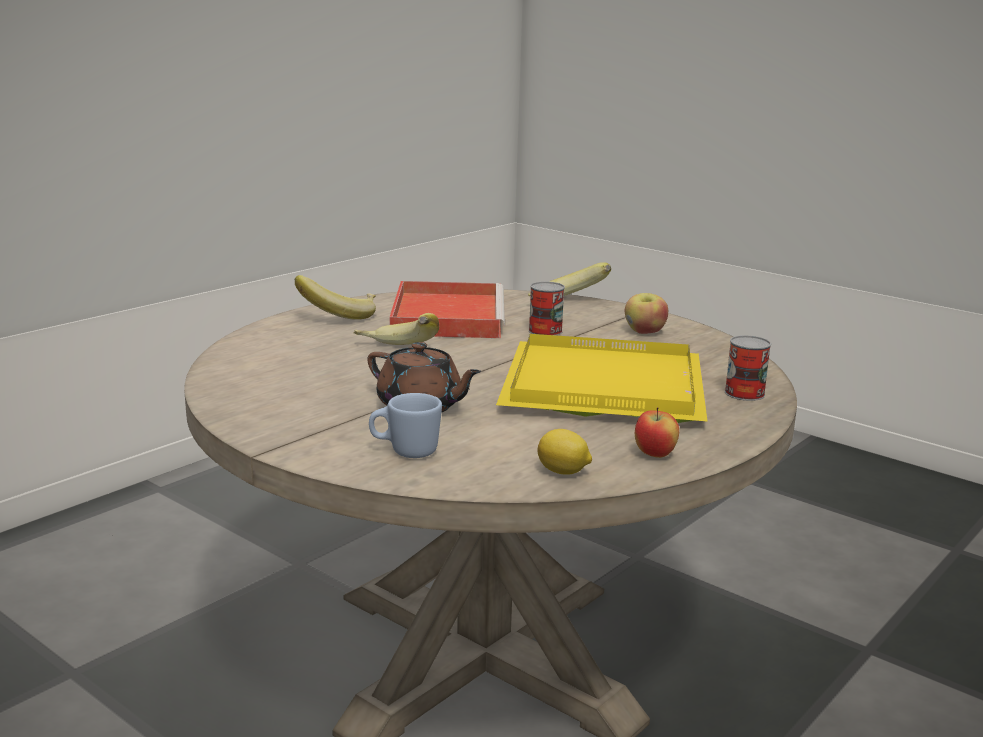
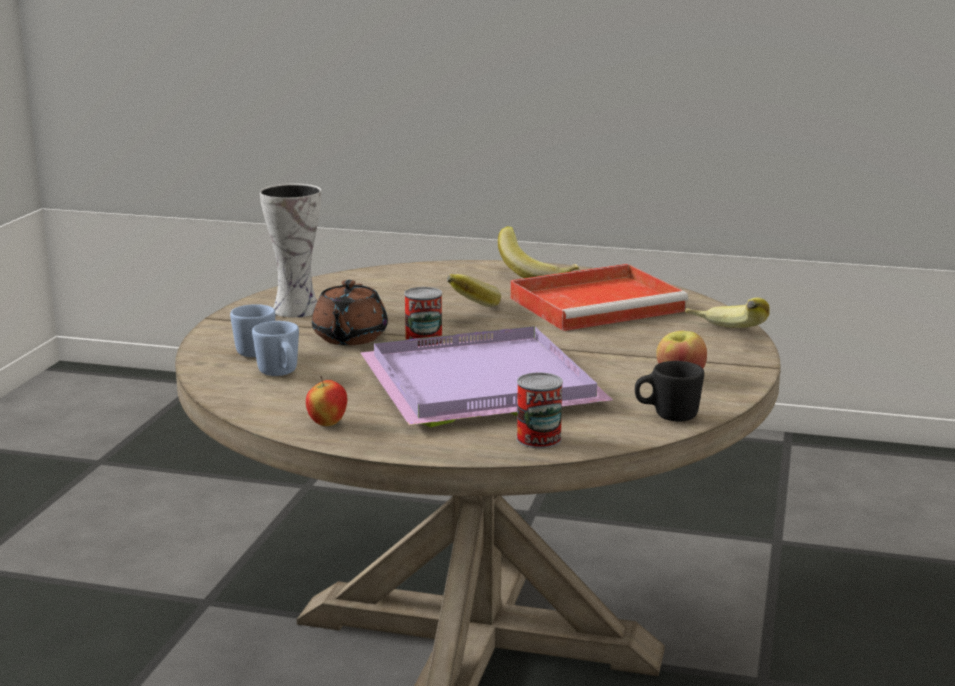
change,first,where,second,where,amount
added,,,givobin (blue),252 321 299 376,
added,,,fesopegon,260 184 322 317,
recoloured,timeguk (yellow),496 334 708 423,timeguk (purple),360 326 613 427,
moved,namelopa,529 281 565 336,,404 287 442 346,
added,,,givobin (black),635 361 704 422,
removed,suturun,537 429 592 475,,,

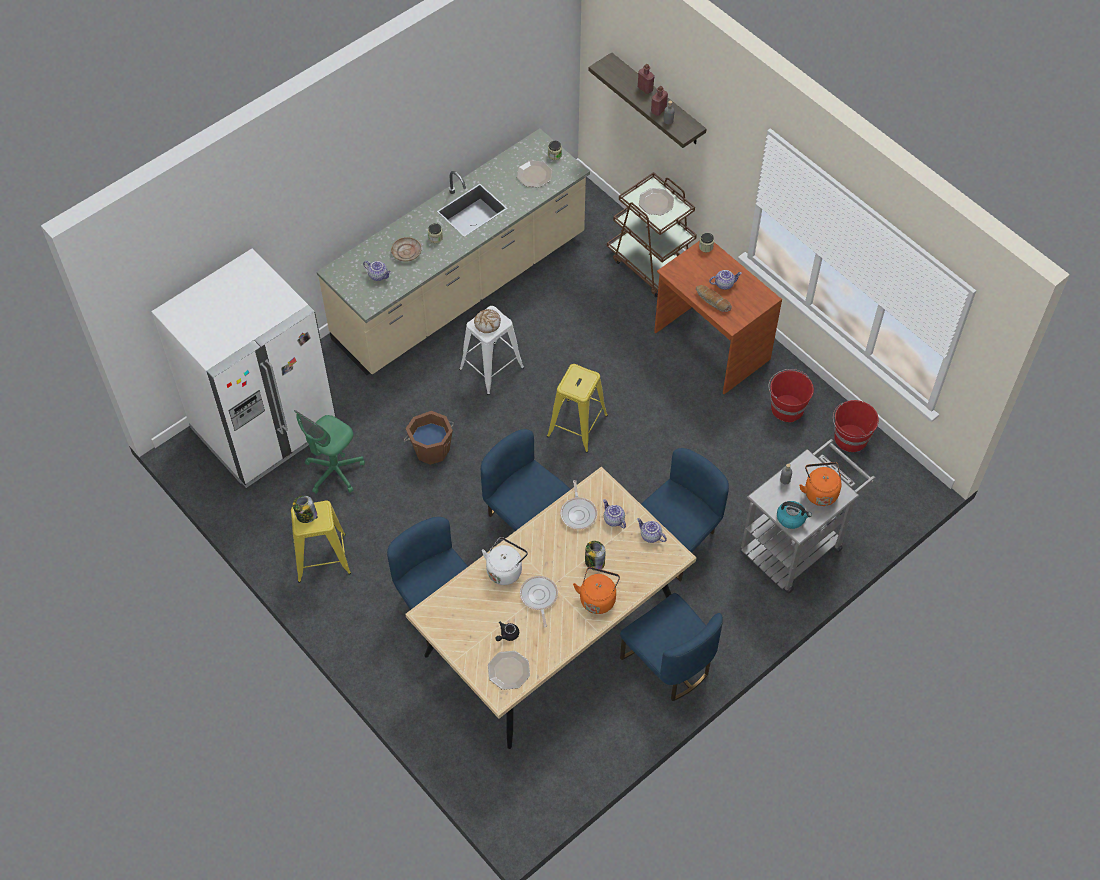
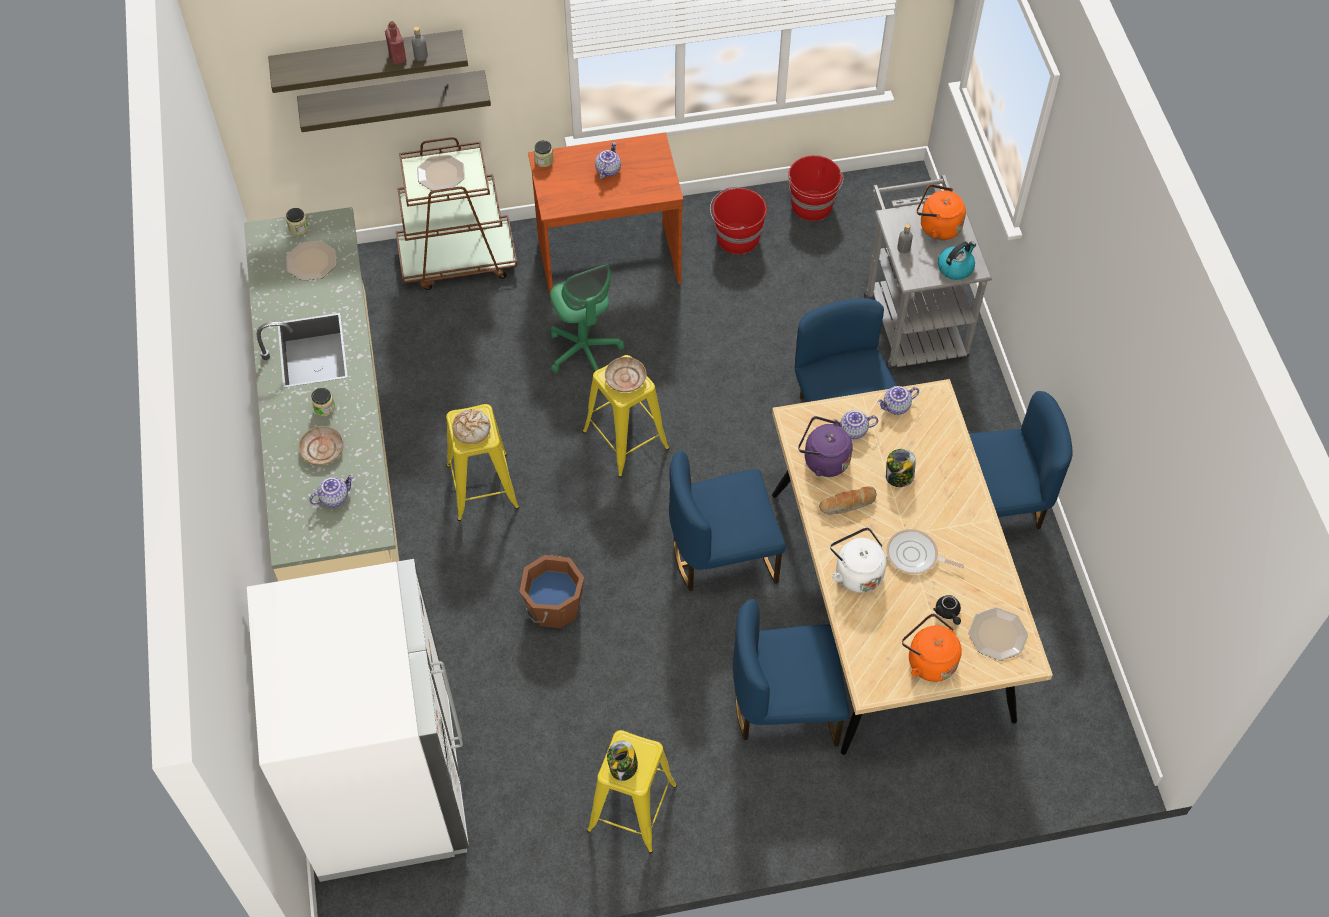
change,first,where,second,where,amount
added,,,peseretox,297 70 491 132,
recoloured,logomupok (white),459 306 524 395,logomupok (yellow),446 404 519 521,
moved,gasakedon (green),294 410 365 494,,550 264 624 373,
added,,,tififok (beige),605 357 647 392,
replaced,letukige,560 480 597 530,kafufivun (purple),798 416 853 477,
moved,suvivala,696 285 732 312,,819 487 877 515,
moved,kafufivun (orange),573 567 620 614,,902 614 962 682,
removed,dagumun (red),638 64 655 94,,,

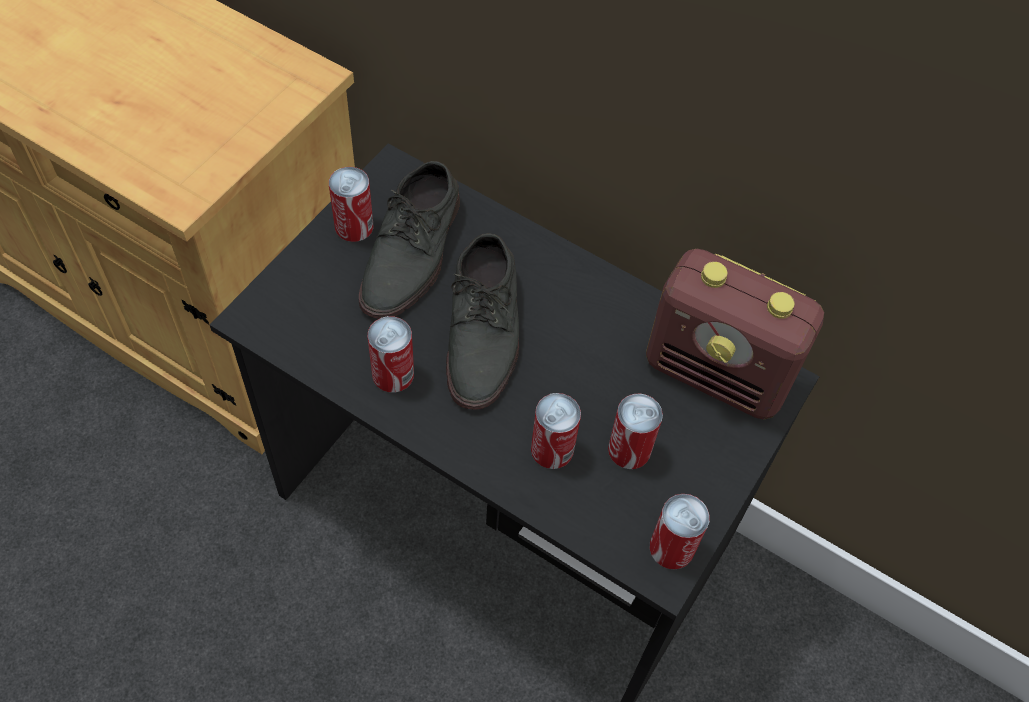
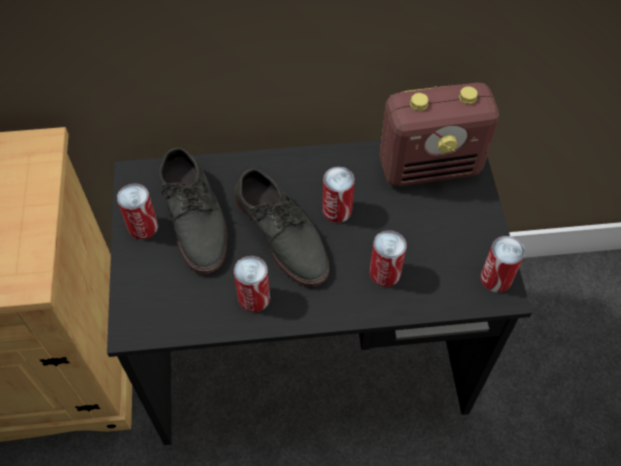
change,first,where,second,where,amount
moved,namelopa,608 394 663 469,,322 167 355 223,

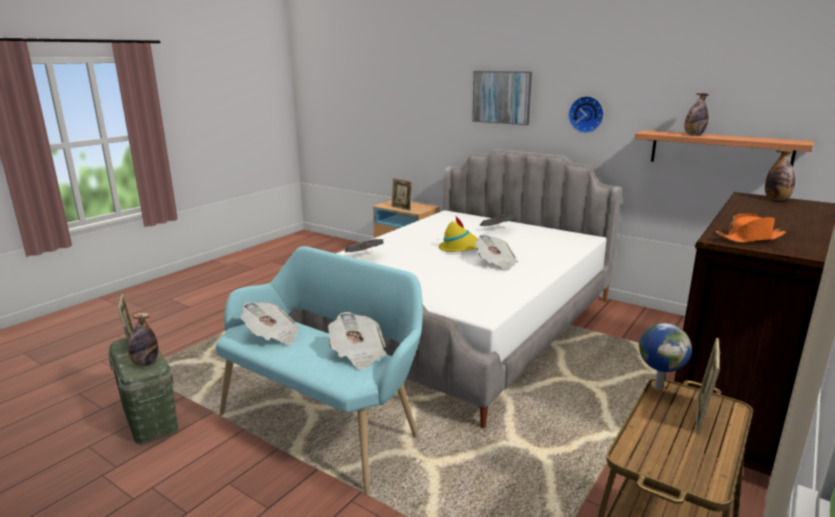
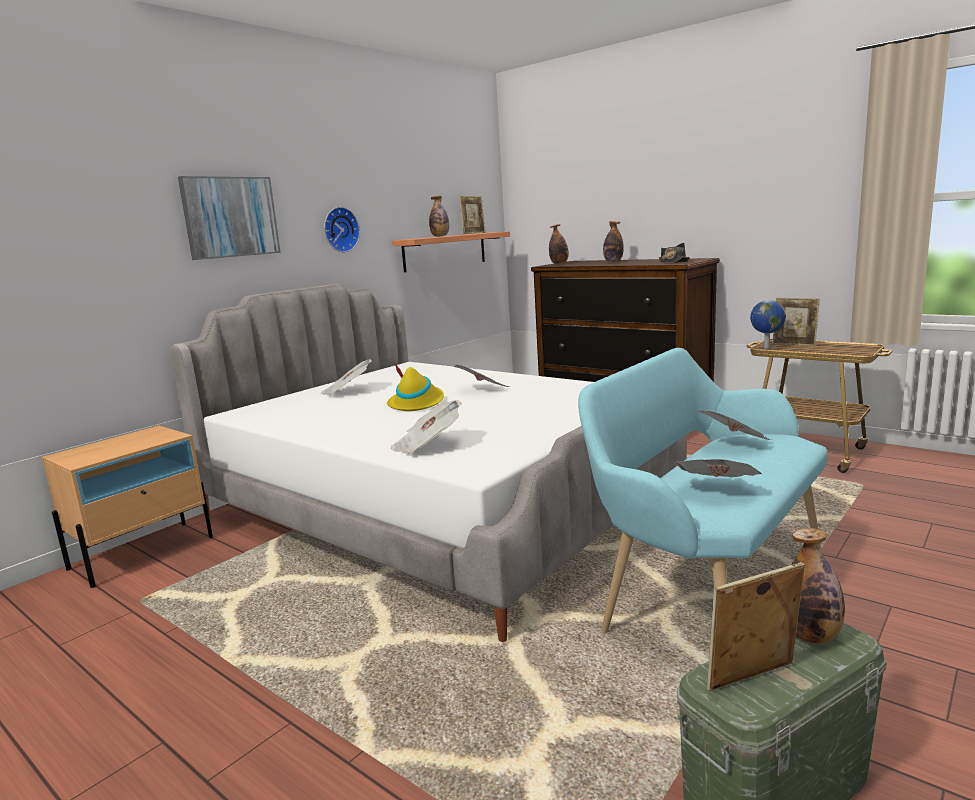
change,first,where,second,where,amount
moved,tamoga,391 178 413 211,,459 196 486 234,
added,,,dagumun,603 221 624 262,
recoloured,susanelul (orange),716 214 786 243,susanelul (black),659 243 690 263,

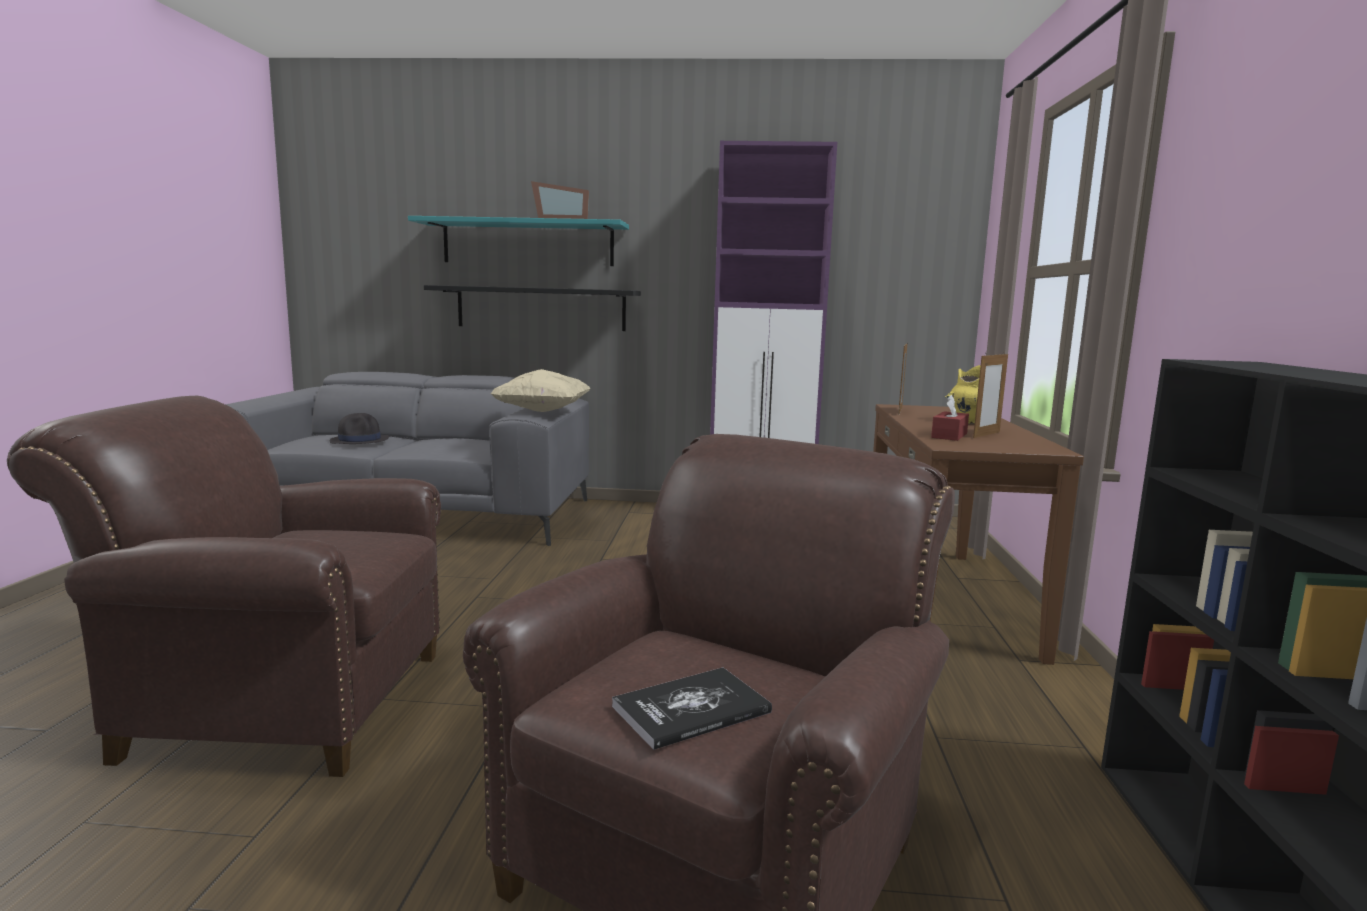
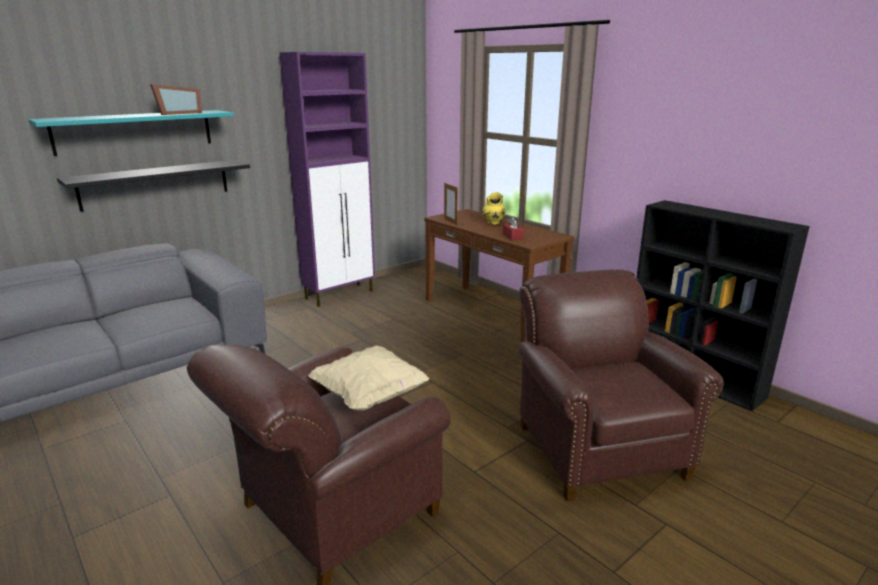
change,first,where,second,where,amount
moved,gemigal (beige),490 369 591 412,,308 346 429 411,
removed,susanelul (black),330 413 389 444,,,
removed,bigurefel,612 667 772 750,,,

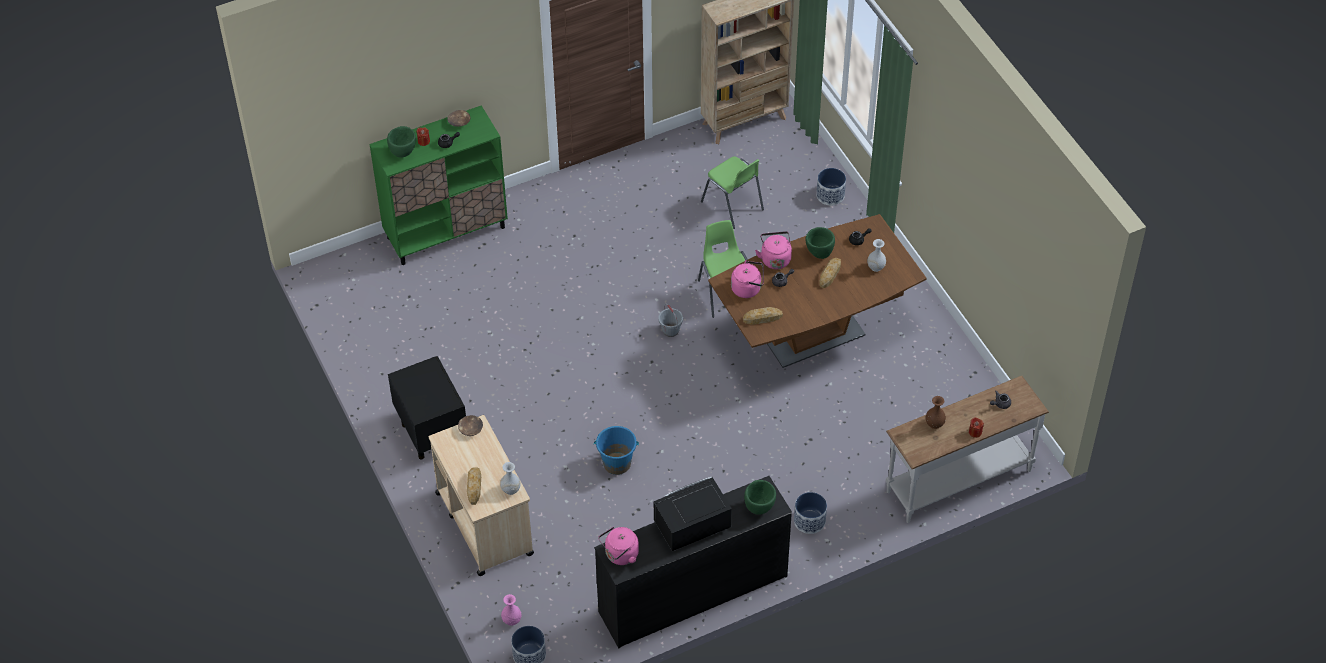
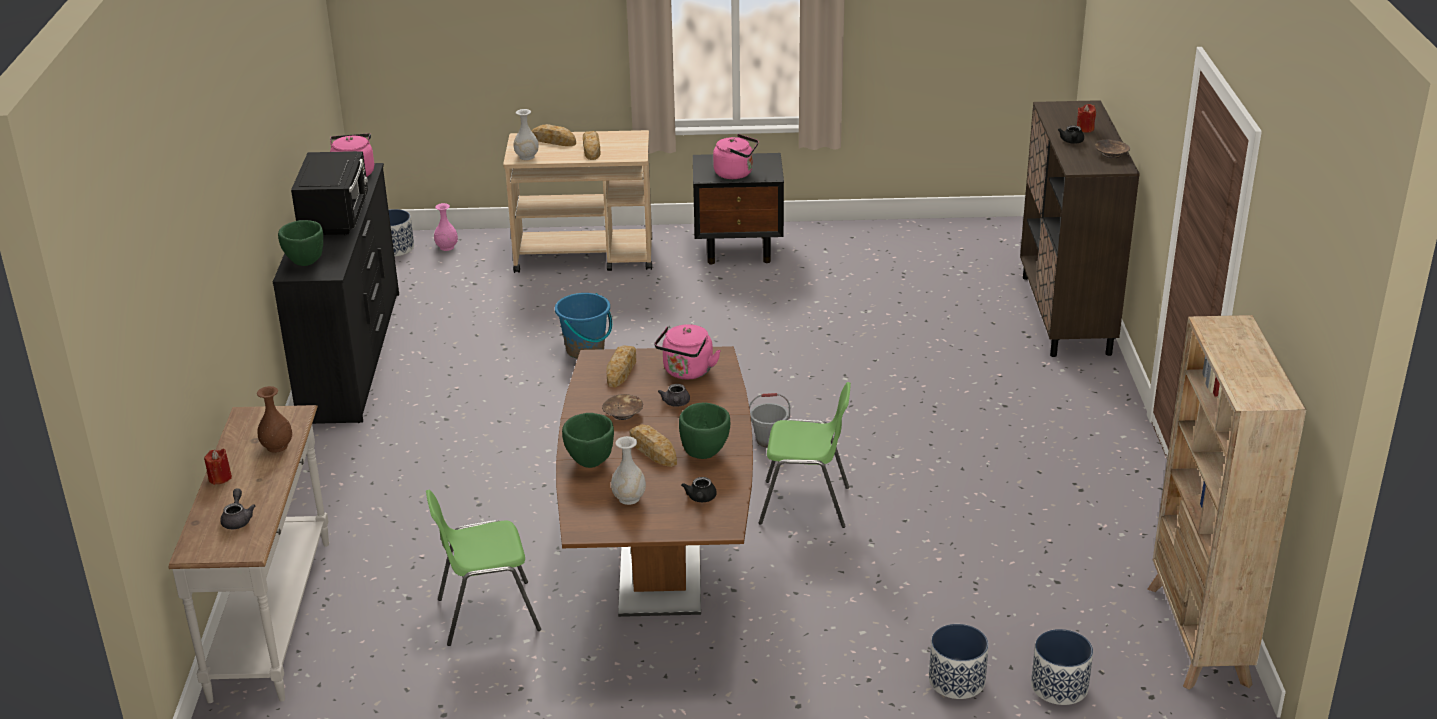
change,first,where,second,where,amount
moved,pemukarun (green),701 156 764 229,,426 490 541 646,
moved,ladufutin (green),387 126 416 158,,562 413 614 468,
added,,,suvivala,583 131 601 160,
moved,ladufutin (brown),458 415 483 436,,602 394 643 420,
moved,kafufivun (pink),755 231 792 269,,713 134 759 179,
recoloured,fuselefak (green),369 105 508 265,fuselefak (brown),1020 100 1140 357,
moved,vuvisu,794 492 827 534,,1031 629 1093 705,

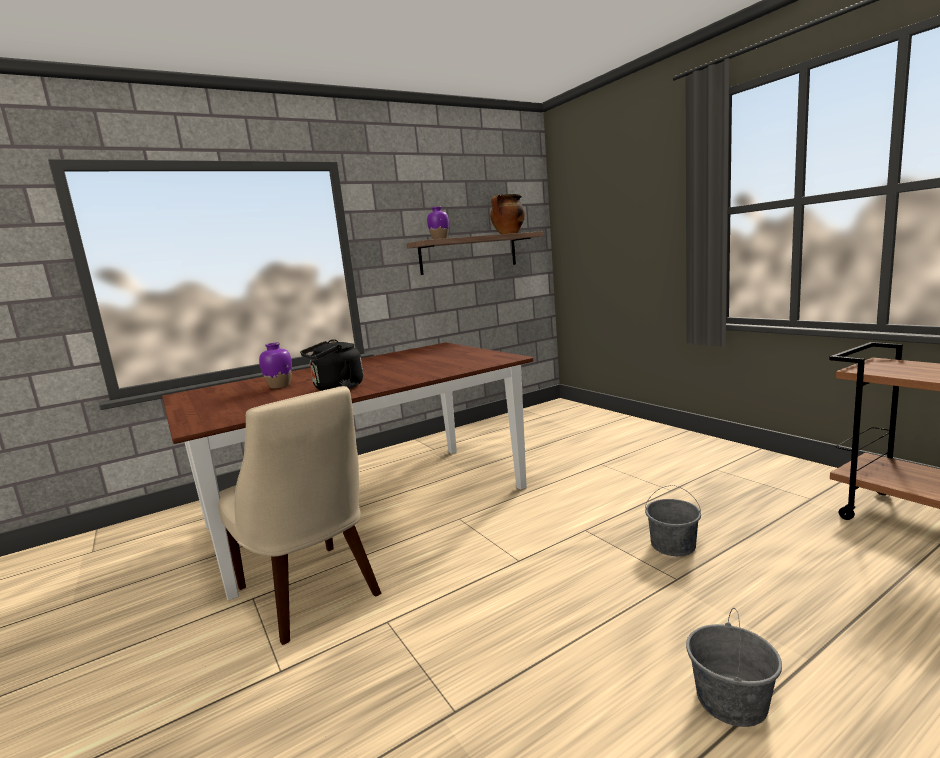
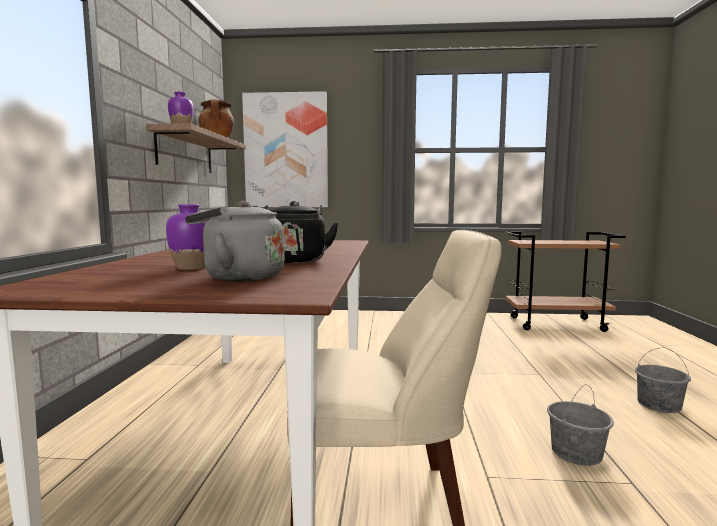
change,first,where,second,where,amount
added,,,kafufivun (grey),185 201 285 281,
added,,,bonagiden,242 91 328 207,
moved,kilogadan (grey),645 485 701 556,,547 384 614 466,

